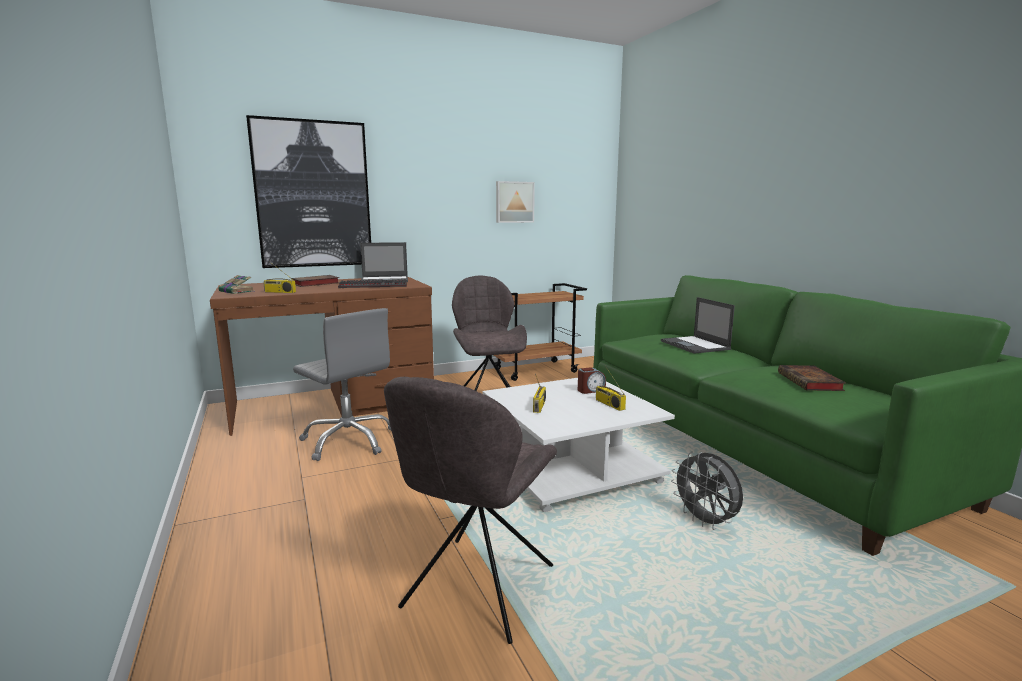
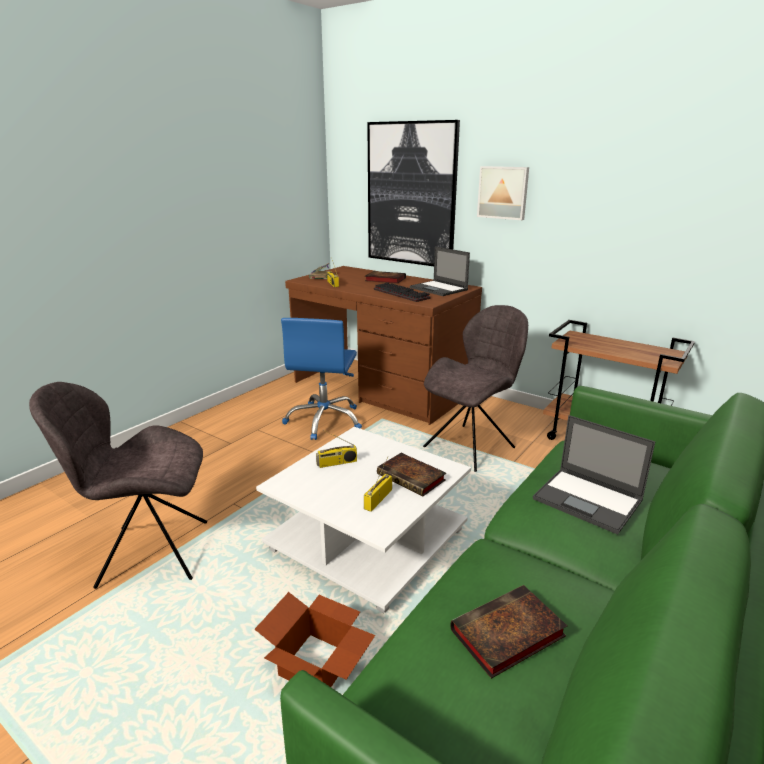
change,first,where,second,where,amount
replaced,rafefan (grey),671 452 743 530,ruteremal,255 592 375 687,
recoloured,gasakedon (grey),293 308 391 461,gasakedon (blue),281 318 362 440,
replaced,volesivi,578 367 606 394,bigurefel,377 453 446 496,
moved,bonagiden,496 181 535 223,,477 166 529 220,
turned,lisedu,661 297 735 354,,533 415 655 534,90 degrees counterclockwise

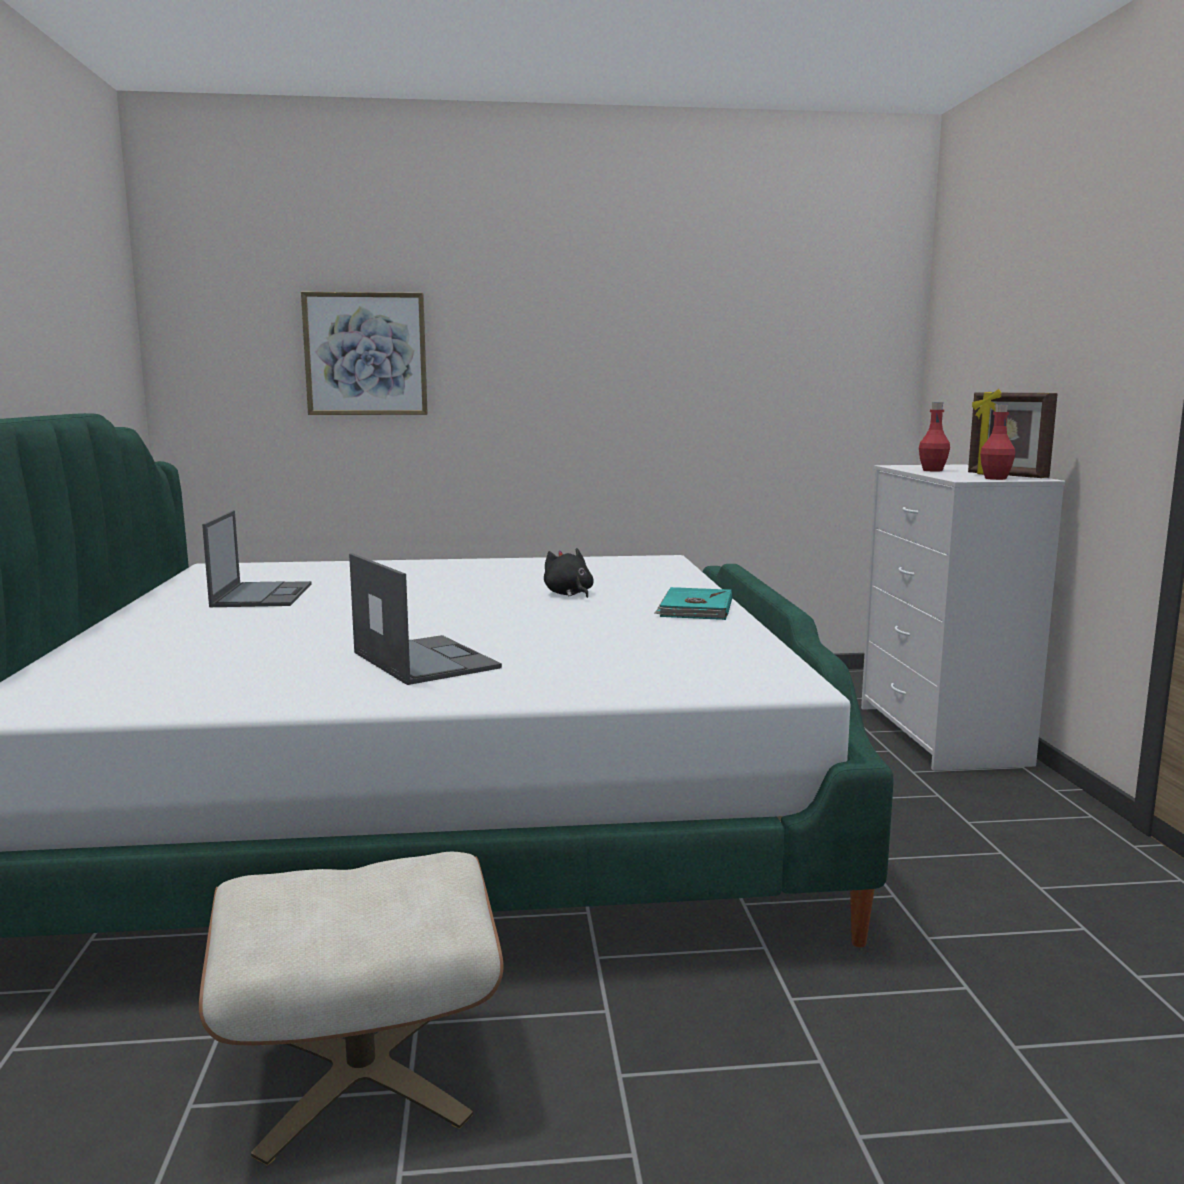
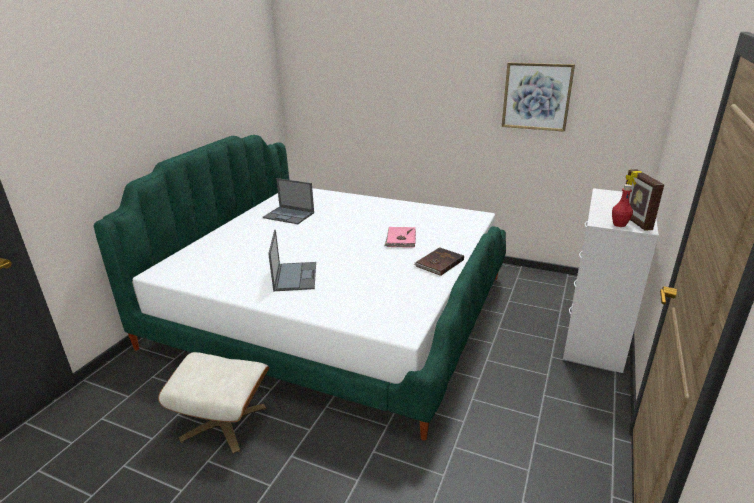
change,first,where,second,where,amount
turned,lisedu,202 511 311 607,,263 178 314 224,90 degrees clockwise
replaced,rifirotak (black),544 548 594 598,bigurefel (pink),384 227 416 248,
recoloured,bigurefel (turquoise),654 587 732 620,bigurefel (brown),413 247 464 276,
moved,bonagiden,301 292 428 415,,502 62 575 132,
removed,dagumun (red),919 402 950 472,,,

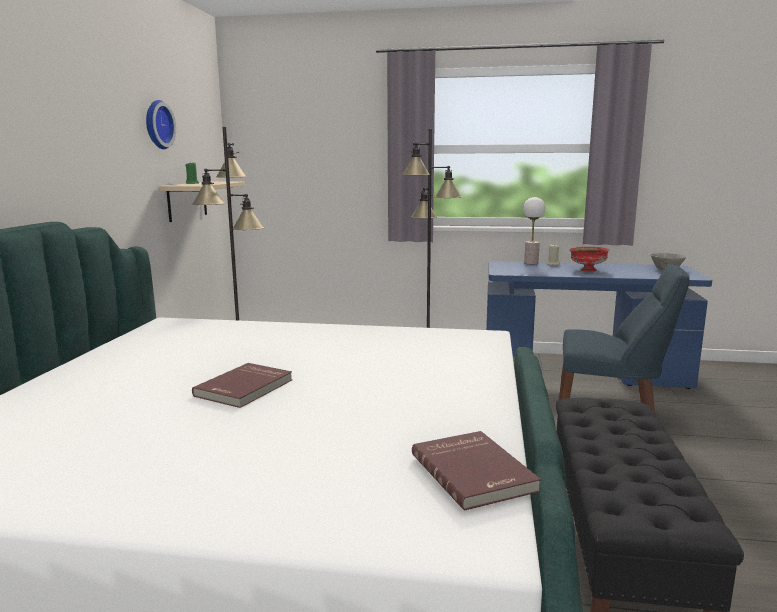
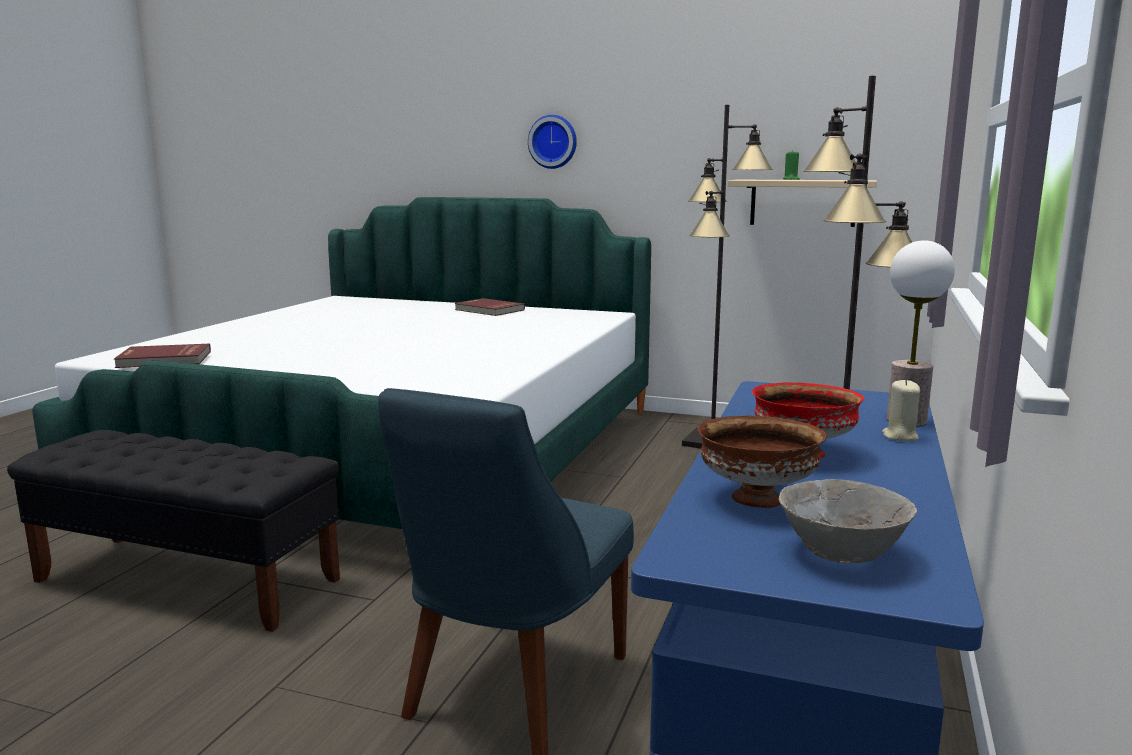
change,first,where,second,where,amount
moved,bigurefel (red),192 363 292 408,,455 298 525 316,
moved,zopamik,146 100 176 149,,528 115 577 169,
added,,,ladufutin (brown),698 416 826 508,

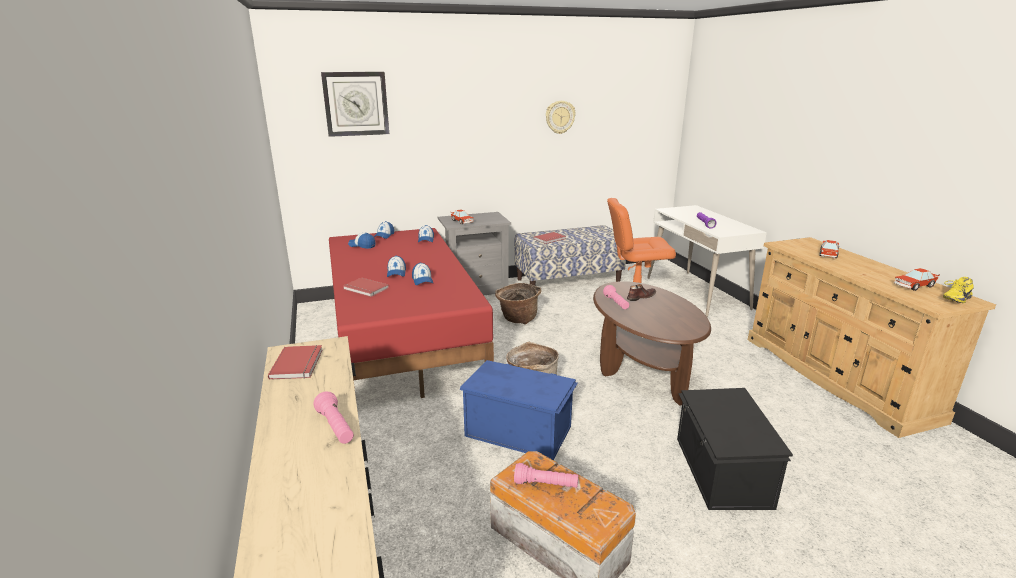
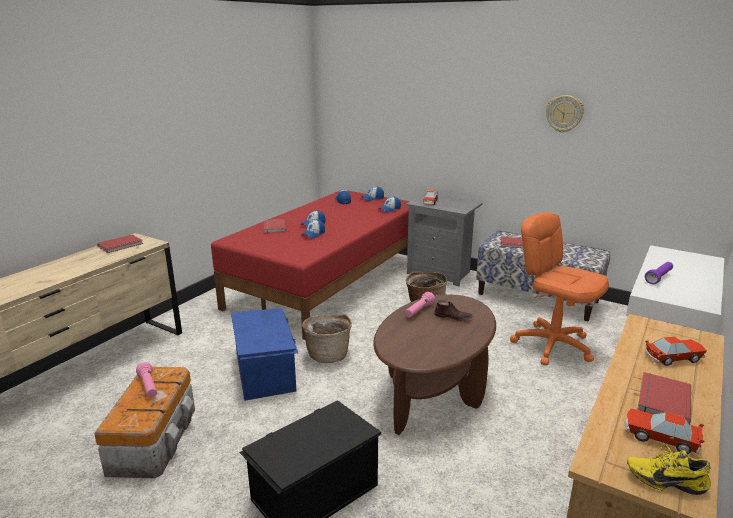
change,first,where,second,where,amount
added,,,bigurefel (red),637 372 691 424,
removed,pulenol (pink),314 391 354 444,,,
removed,zopamik,321 72 389 137,,,

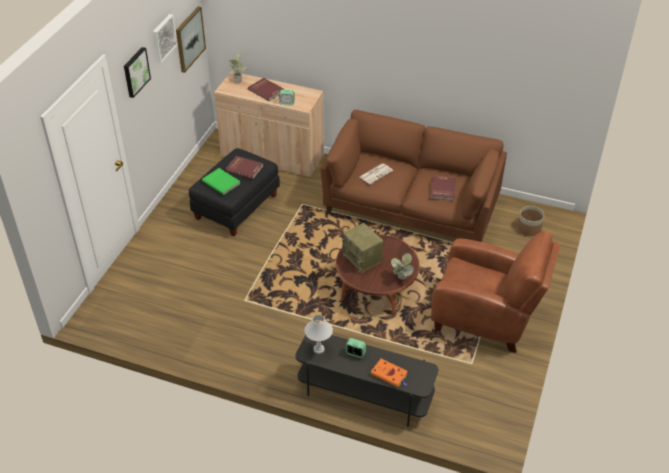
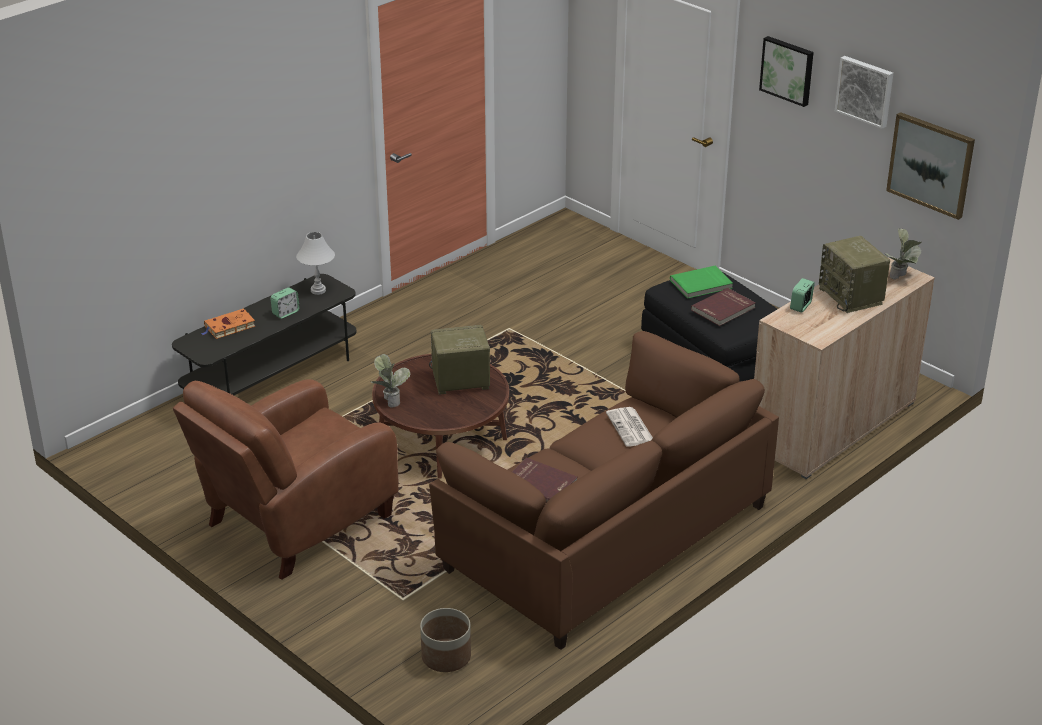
change,first,where,second,where,amount
replaced,bigurefel (red),248 78 284 101,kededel,819 236 890 313,

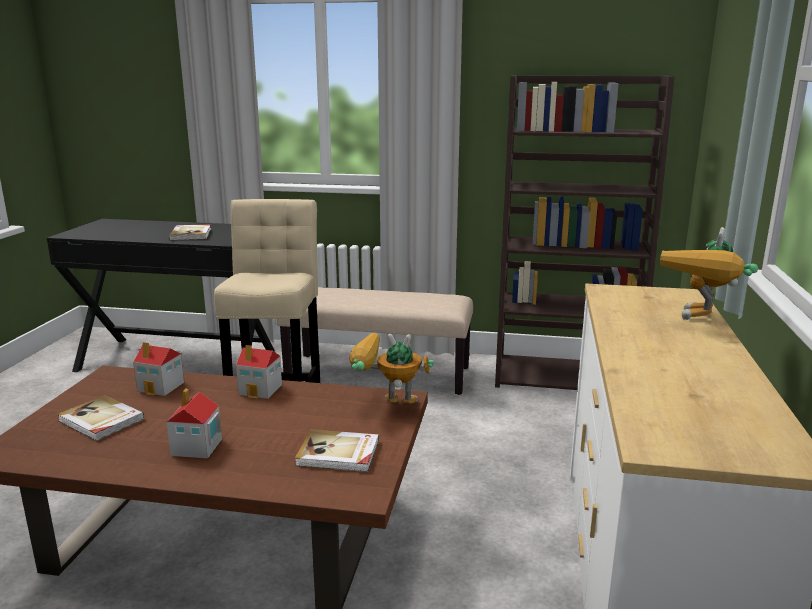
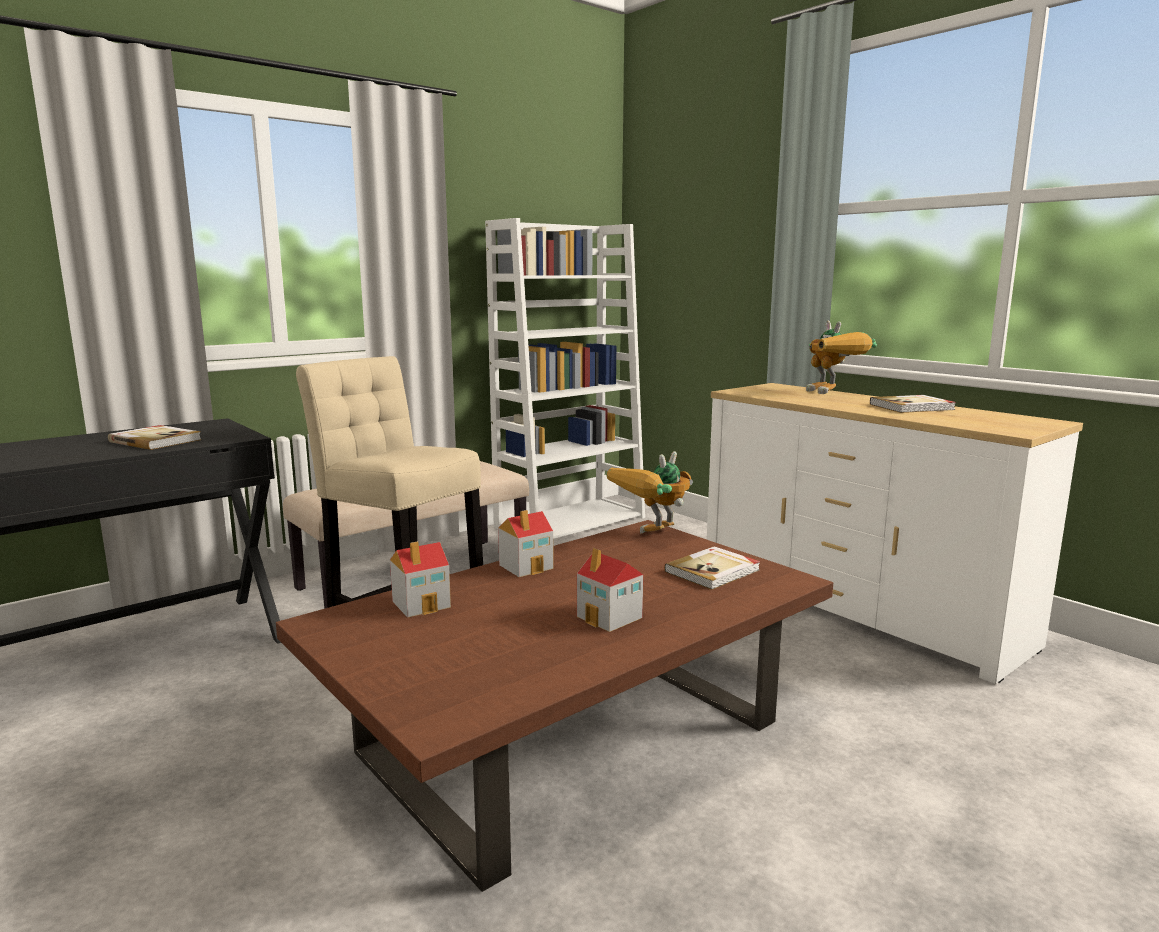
change,first,where,second,where,amount
recoloured,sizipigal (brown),495 75 675 390,sizipigal (white),485 218 645 539,
moved,bigurefel,57 395 145 441,,870 395 956 413,

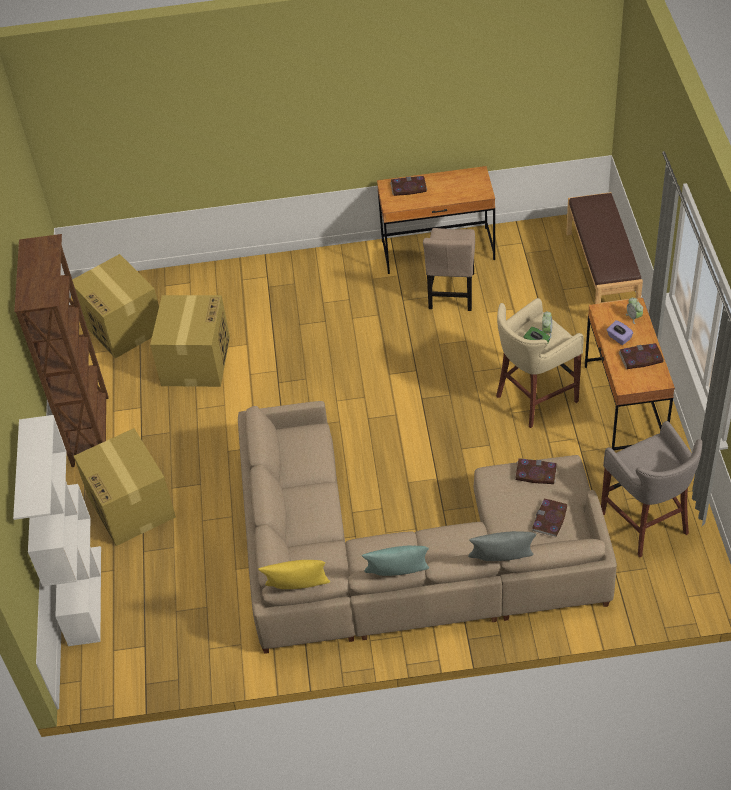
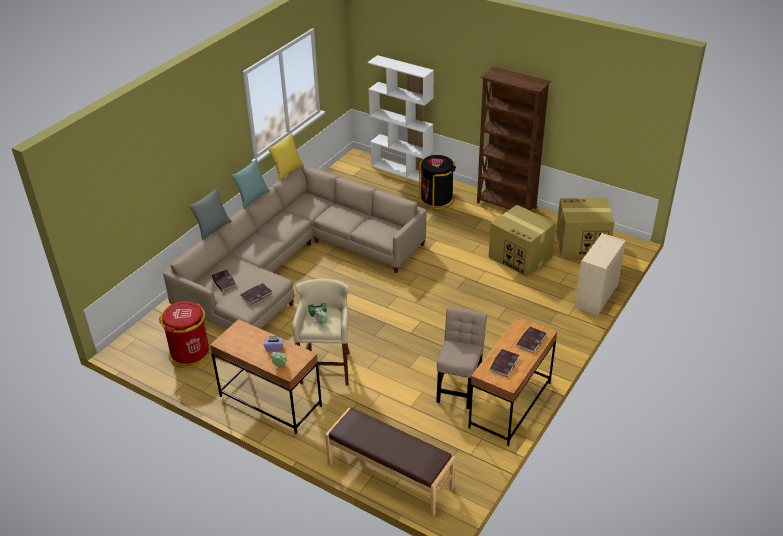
change,first,where,second,where,amount
replaced,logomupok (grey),601 421 702 557,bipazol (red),159 301 211 368,
replaced,ruteremal,74 428 176 546,bipazol (black),419 155 456 210,
turned,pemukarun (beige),423 228 475 311,,436 308 487 409,60 degrees clockwise
moved,bigurefel,619 343 664 369,,490 349 520 377,
added,,,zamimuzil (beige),575 233 626 315,

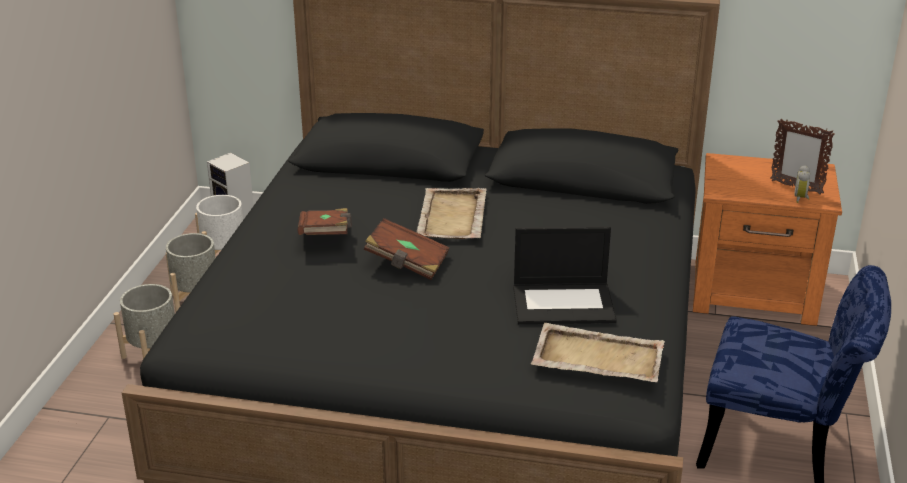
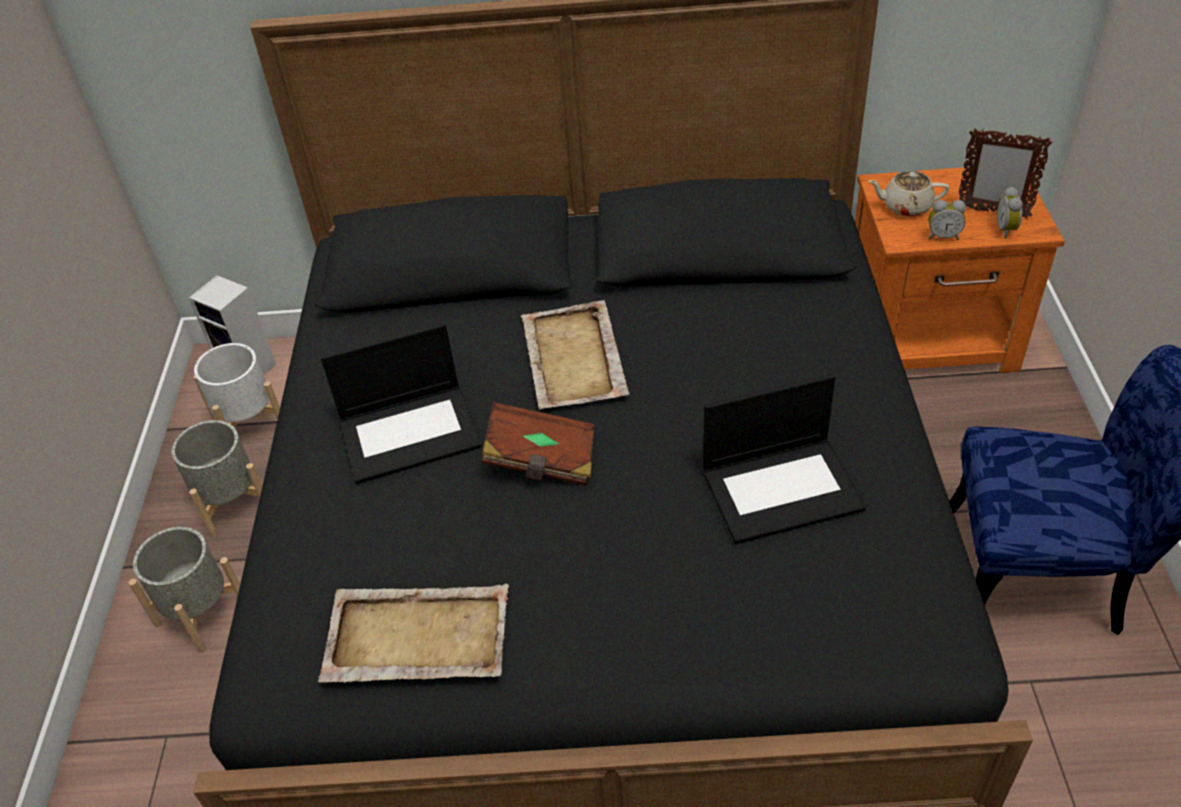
change,first,where,second,where,amount
moved,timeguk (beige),531 323 665 382,,318 583 509 683,
replaced,bigurefel (brown),297 208 352 235,lisedu,321 323 482 484,
added,,,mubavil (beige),868 171 949 217,
added,,,volesivi,928 200 966 240,

